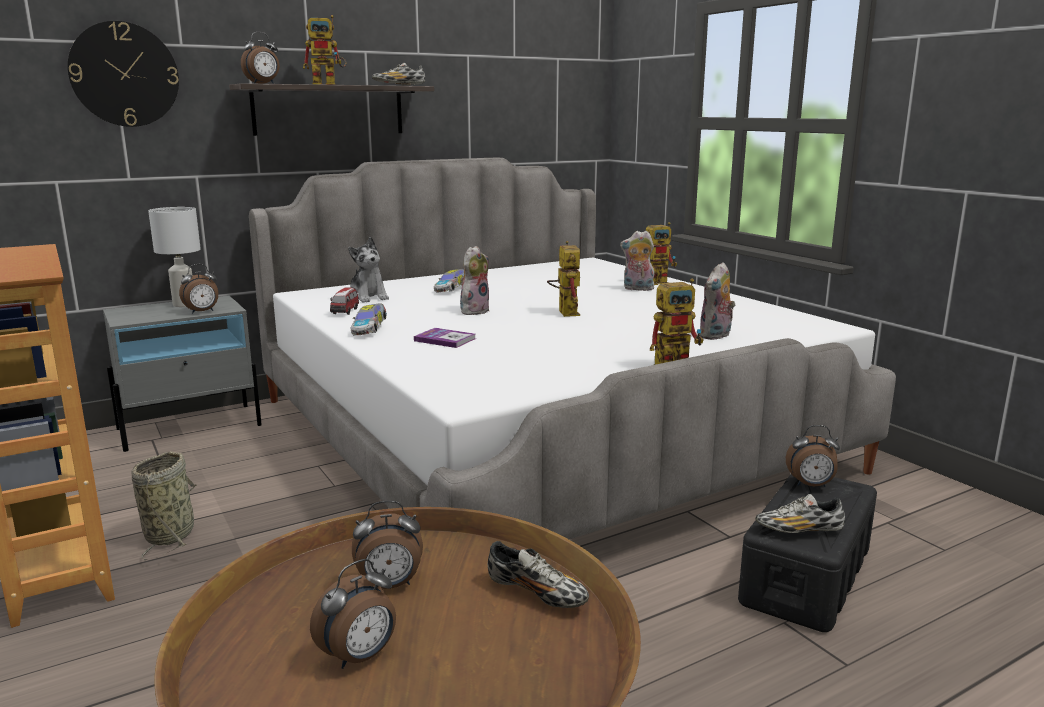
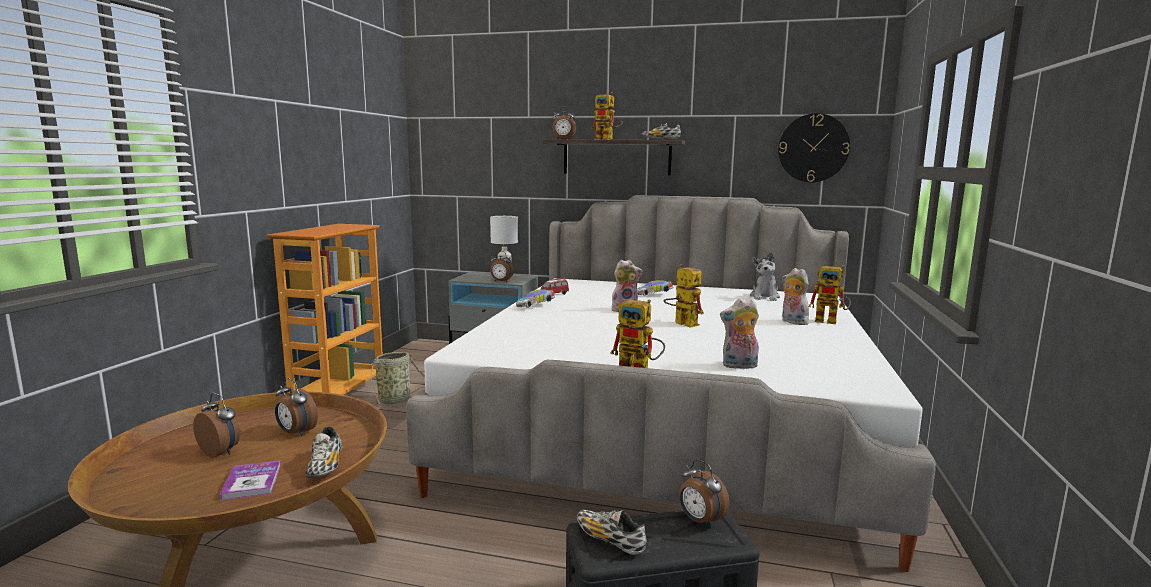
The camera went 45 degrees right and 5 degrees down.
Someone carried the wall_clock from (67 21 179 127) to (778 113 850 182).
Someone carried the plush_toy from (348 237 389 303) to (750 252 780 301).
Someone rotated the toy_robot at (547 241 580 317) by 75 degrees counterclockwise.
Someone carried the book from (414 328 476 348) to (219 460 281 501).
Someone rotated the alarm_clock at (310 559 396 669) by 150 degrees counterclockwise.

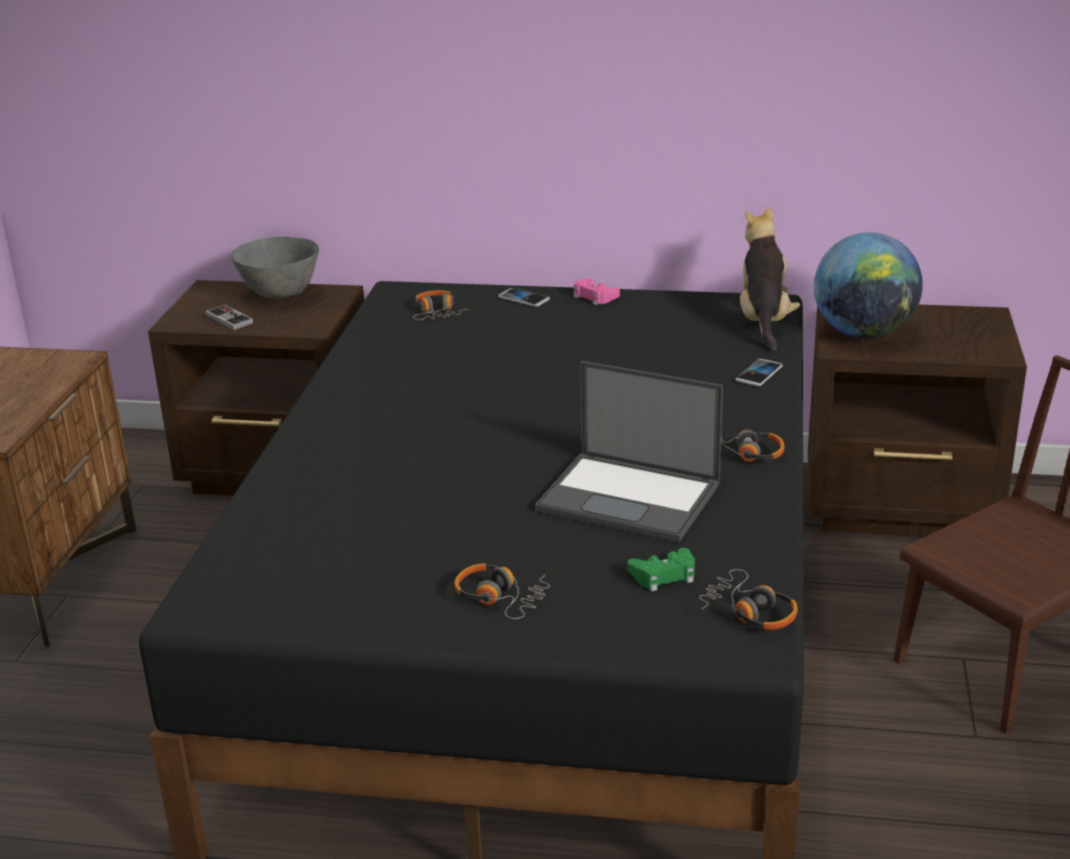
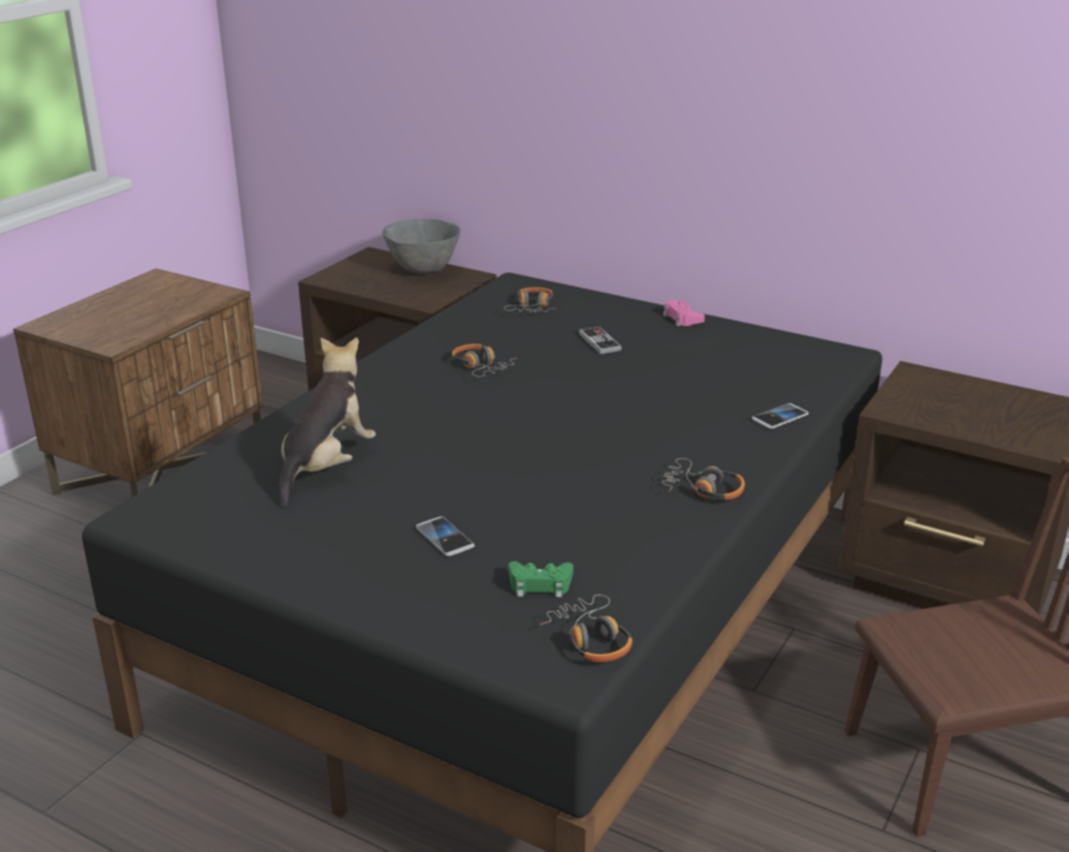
The camera went 20 degrees right and 0 degrees up.
Someone carried the plush_toy from (740 207 800 351) to (279 338 376 507).
Someone took away the globe at (814 232 923 339).
Someone carried the phone from (498 288 550 307) to (416 517 475 556).
Someone carried the game_controller from (205 305 253 330) to (579 326 622 354).
Someone took away the laptop at (535 361 723 542).
Someone carried the headphones from (454 563 550 619) to (452 344 516 377).

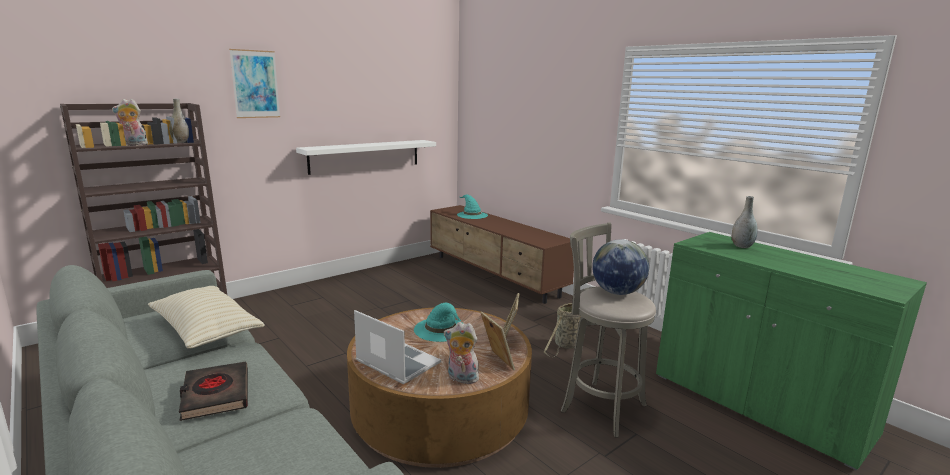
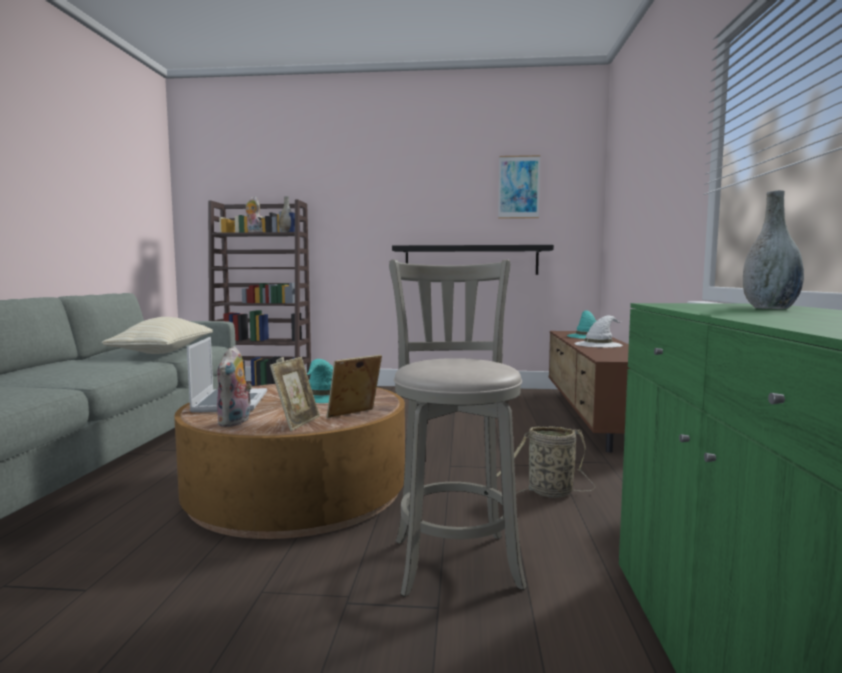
The camera went 45 degrees right and 10 degrees down.
Someone carried the picture from (229 49 280 118) to (498 155 540 219).
Someone repainted the white_shelf at (296 140 436 175), which became the black_shelf at (392 245 554 275).
Someone took away the globe at (592 239 649 295).
Someone rotated the plush_toy at (444 322 479 384) by 150 degrees counterclockwise.
Someone took away the black_book at (179 362 248 421).
Someone put down the white_hat at (574 316 623 348).

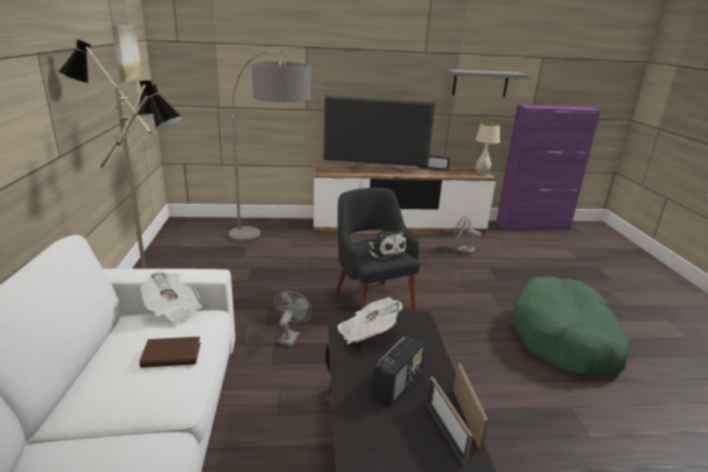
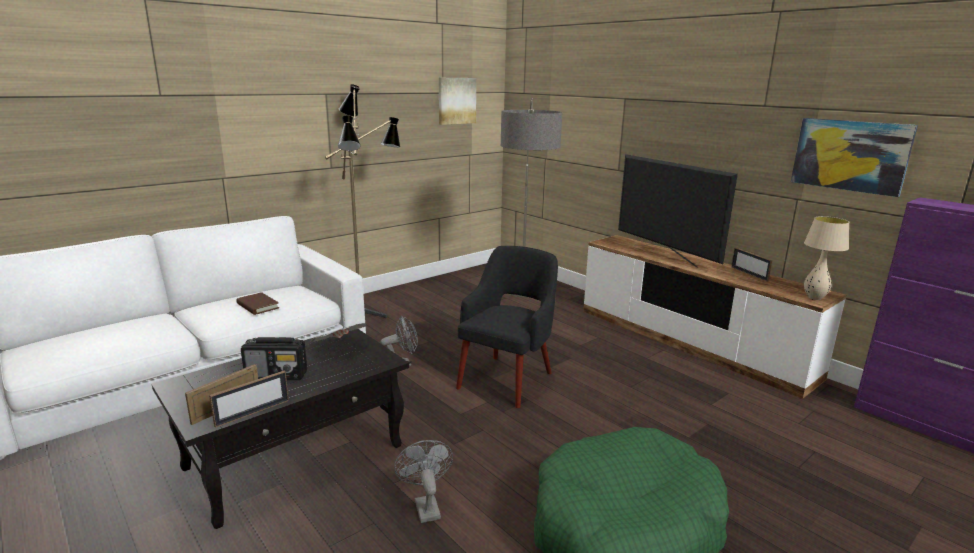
The camera went 55 degrees right and 5 degrees down.
Someone swapped the grey_shelf at (446 69 529 97) for the picture at (791 118 918 197).
Someone carried the grey_fan from (454 216 481 254) to (394 440 453 523).
Someone took away the plush_toy at (368 229 406 260).
Someone took away the newspaper at (140 271 202 325).

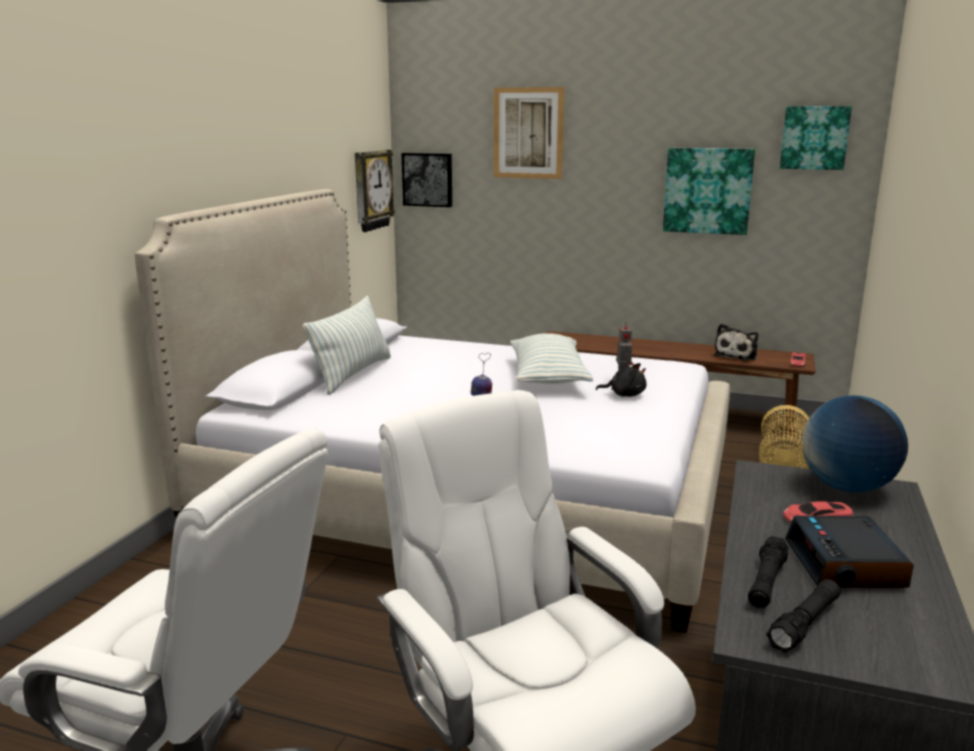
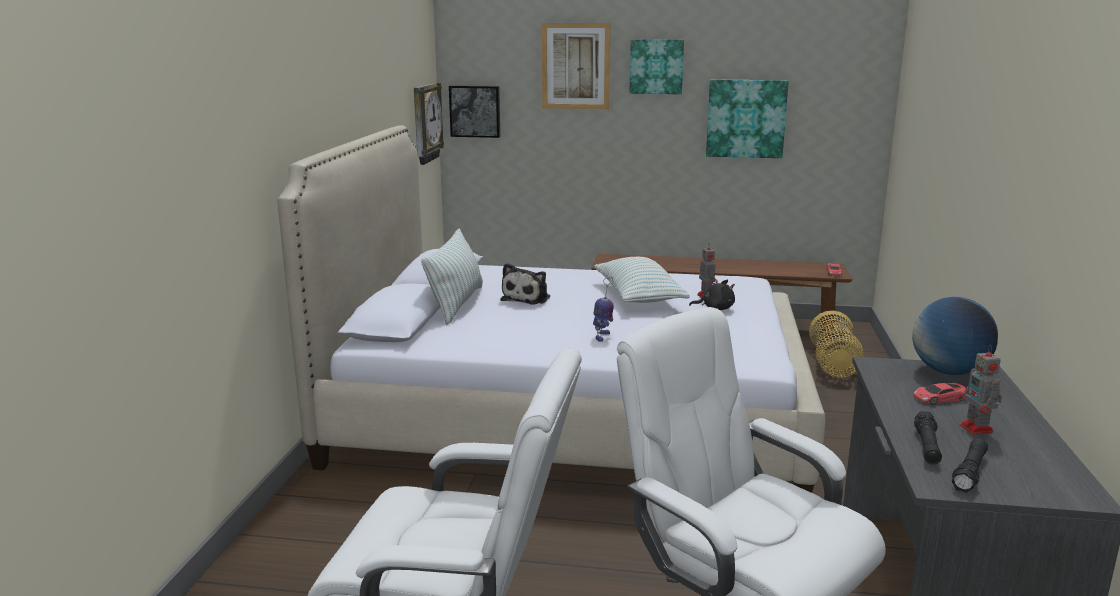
The camera went 10 degrees left and 0 degrees up.
Someone carried the picture from (780 106 852 170) to (629 39 684 94).
Someone carried the plush_toy from (714 324 758 361) to (501 263 550 305).
Someone swapped the alarm_clock at (785 516 914 588) for the toy_robot at (960 345 1002 434).

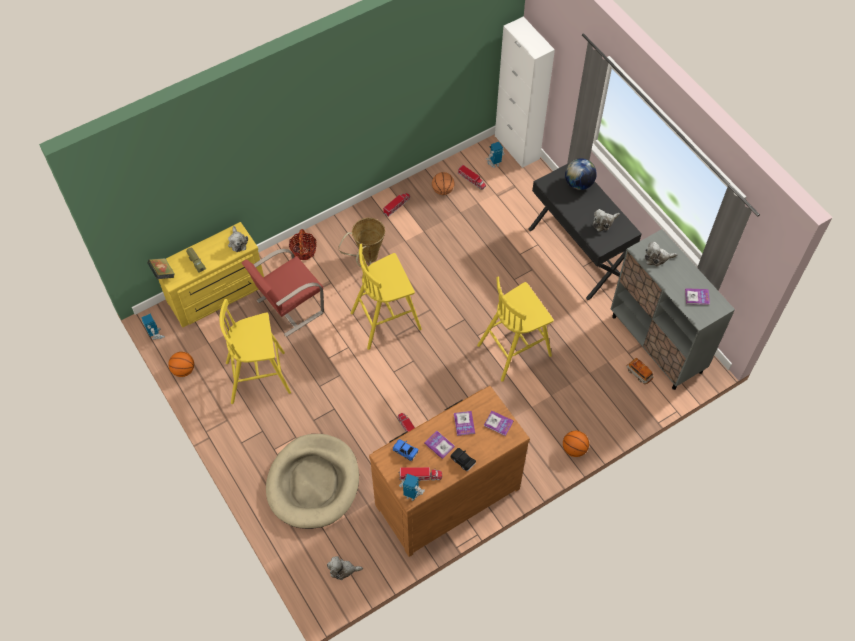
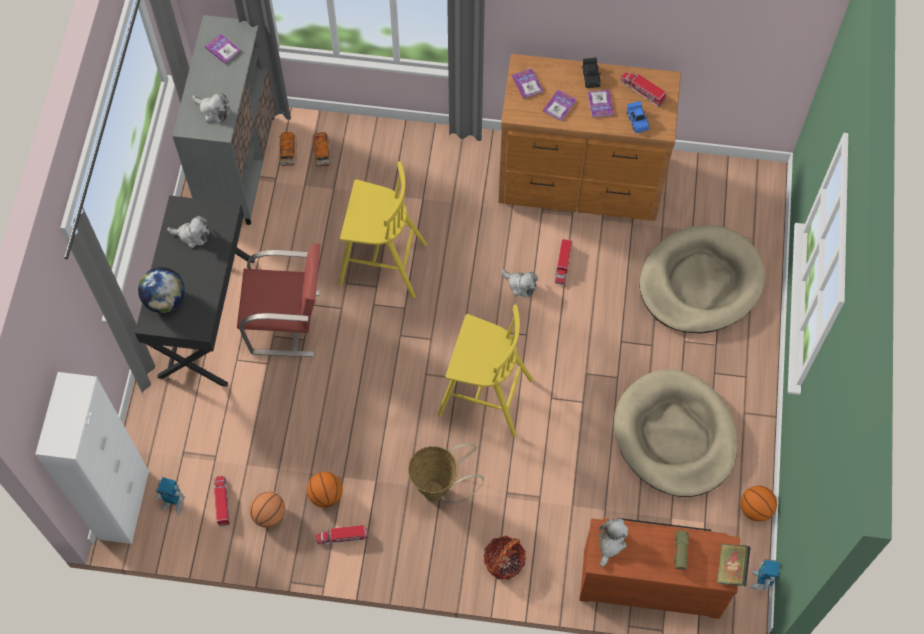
The camera went 140 degrees left and 5 degrees up.
Someone repainted the yellow_dresser at (158 222 264 327), which became the brown_dresser at (579 518 740 619).
Someone carried the red_chair from (242 249 324 337) to (237 243 321 357).
Someone swapped the yellow_stool at (219 299 291 404) for the beige_dog_bed at (614 369 738 497).
Someone carried the basketball from (563 431 589 457) to (307 472 343 508).
Someone took away the toy_robot at (399 474 425 501).
Someone carried the plush_toy from (327 556 363 580) to (502 269 538 297).
Someone put down the toy_car at (312 132 332 167).

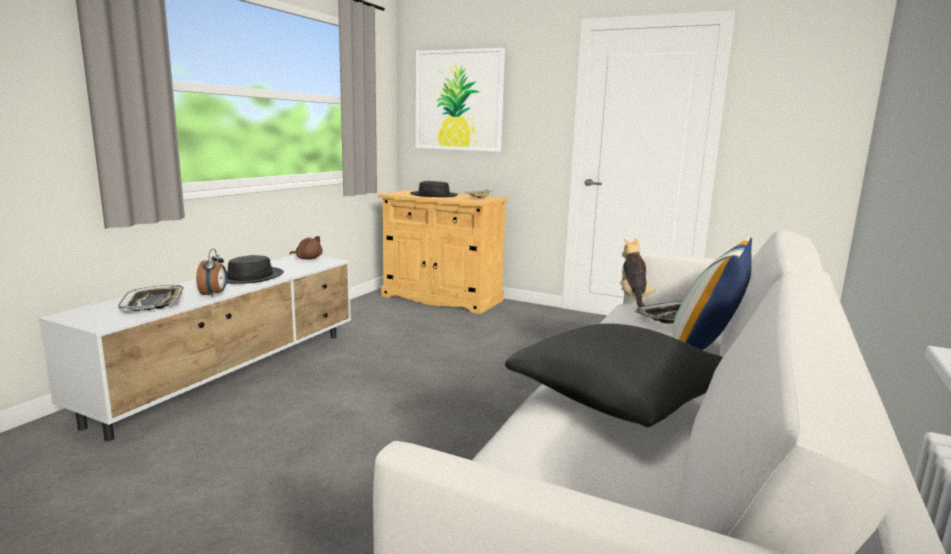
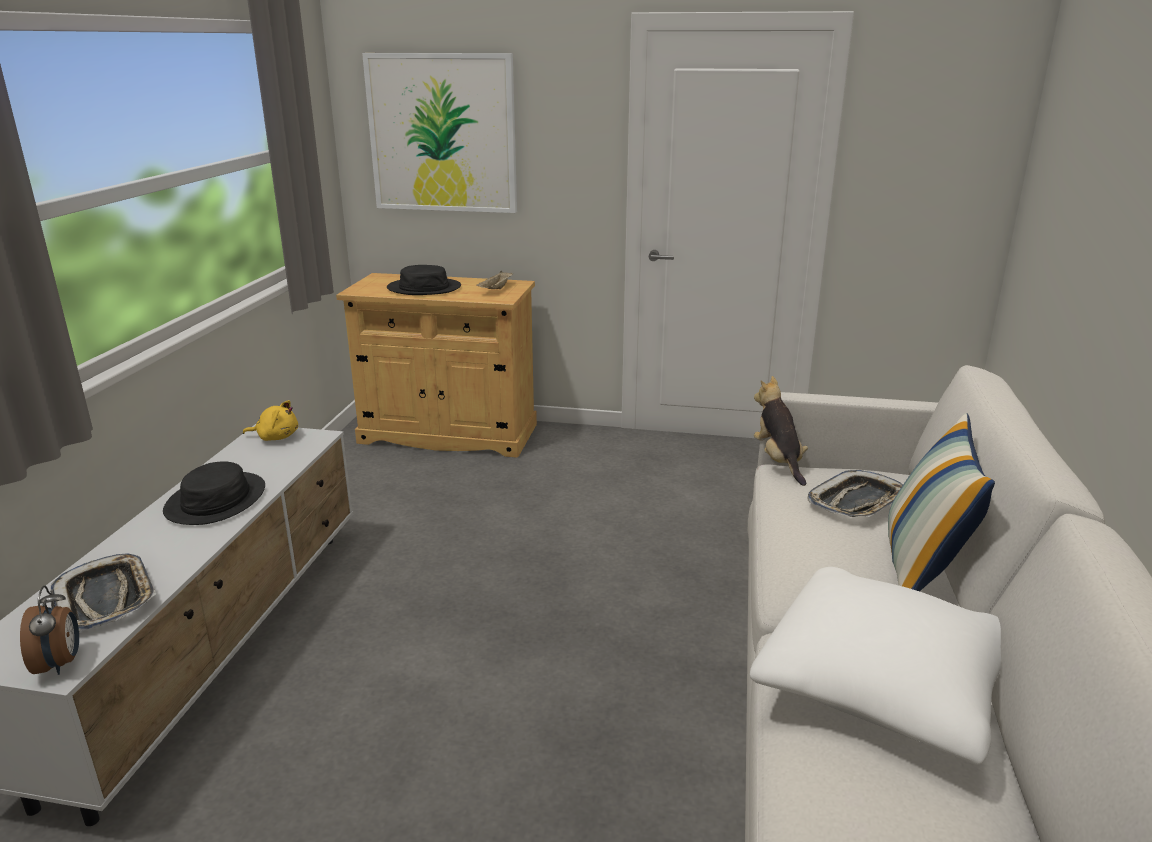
The camera went 15 degrees left and 10 degrees up.
Someone repainted the brown_plush_toy at (289 236 323 260), which became the yellow_plush_toy at (243 400 298 441).
Someone carried the alarm_clock from (196 249 227 297) to (20 586 79 675).
Someone repainted the black_pillow at (505 323 723 427), which became the white_pillow at (750 567 1001 765).

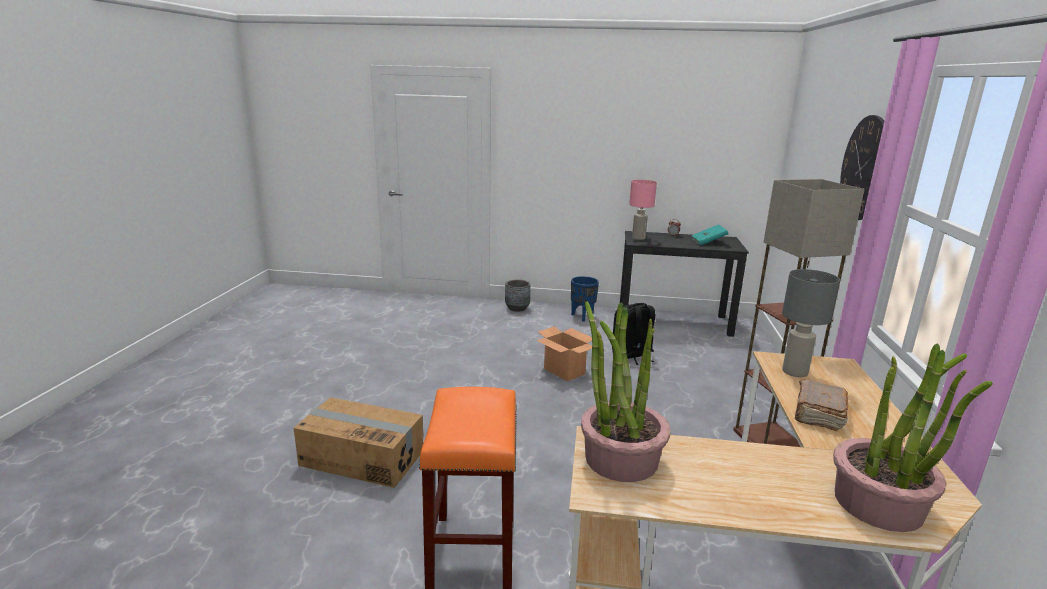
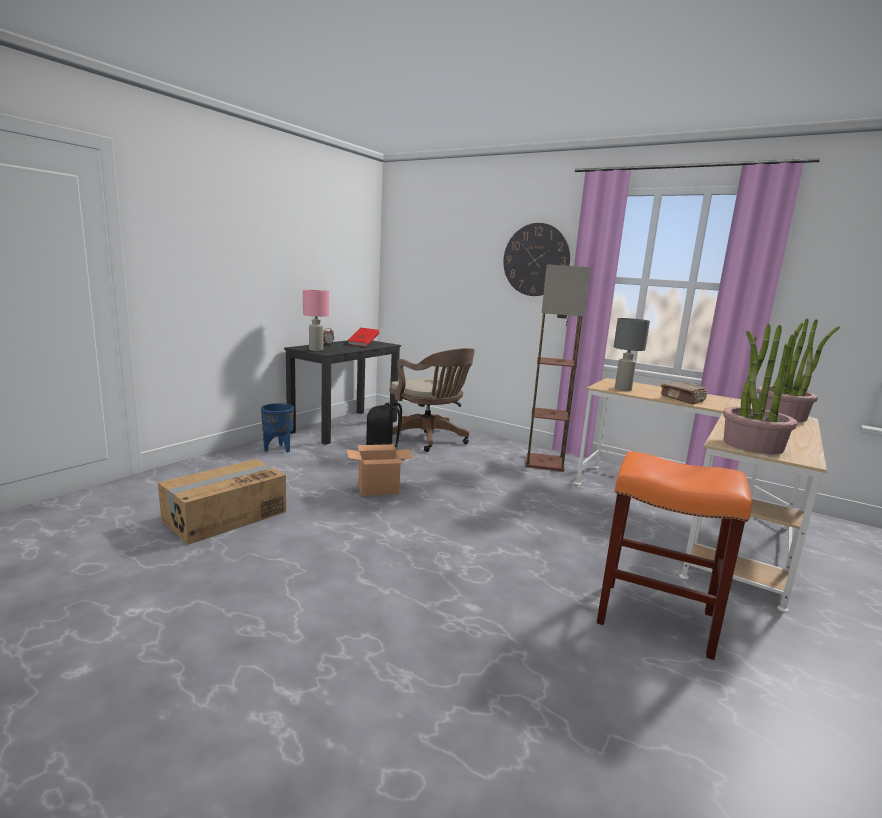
The camera went 65 degrees left and 5 degrees down.
Someone repainted the turquoise_book at (691 224 728 246), which became the red_book at (348 328 380 347).
Someone took away the grey_planter at (505 280 531 311).
Someone carried the cardboard_box from (293 397 423 488) to (158 459 286 545).
Someone put down the brown_office_chair at (389 348 475 452).

